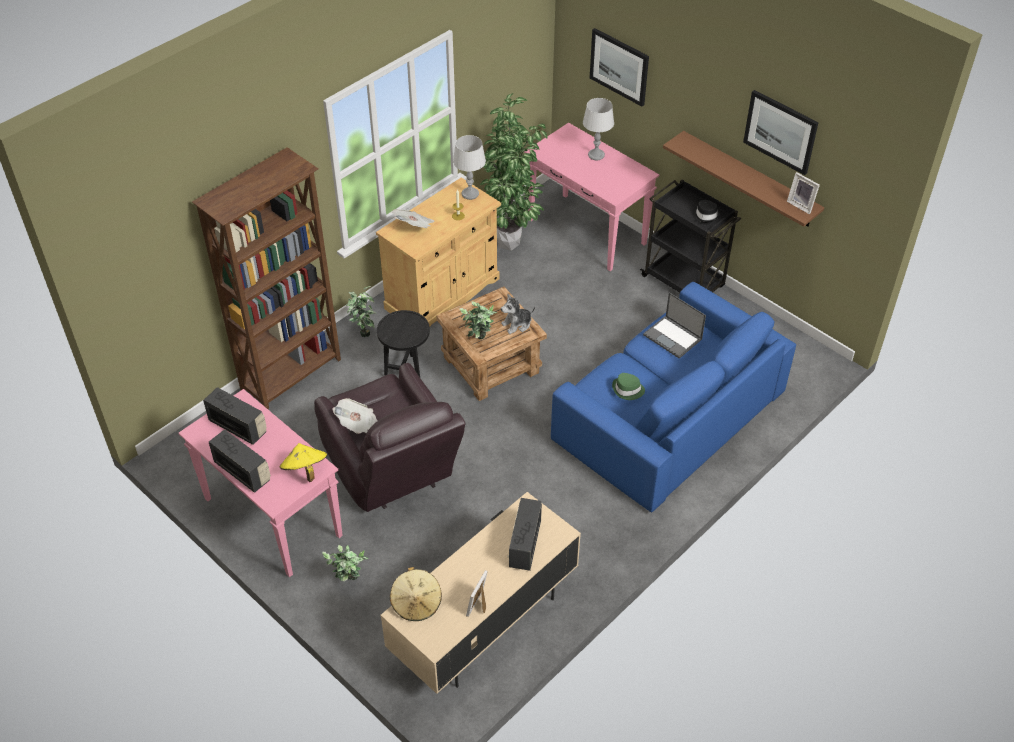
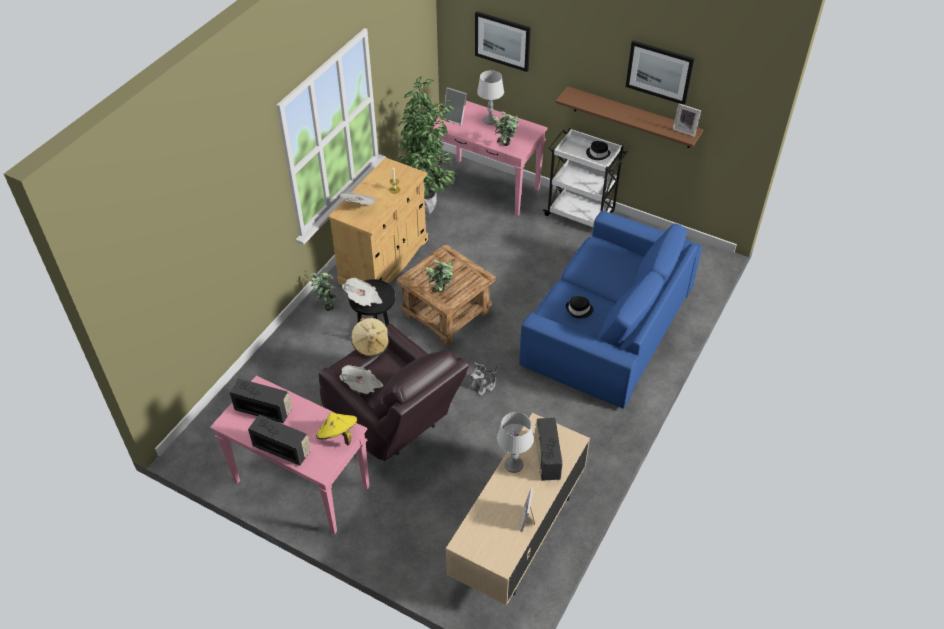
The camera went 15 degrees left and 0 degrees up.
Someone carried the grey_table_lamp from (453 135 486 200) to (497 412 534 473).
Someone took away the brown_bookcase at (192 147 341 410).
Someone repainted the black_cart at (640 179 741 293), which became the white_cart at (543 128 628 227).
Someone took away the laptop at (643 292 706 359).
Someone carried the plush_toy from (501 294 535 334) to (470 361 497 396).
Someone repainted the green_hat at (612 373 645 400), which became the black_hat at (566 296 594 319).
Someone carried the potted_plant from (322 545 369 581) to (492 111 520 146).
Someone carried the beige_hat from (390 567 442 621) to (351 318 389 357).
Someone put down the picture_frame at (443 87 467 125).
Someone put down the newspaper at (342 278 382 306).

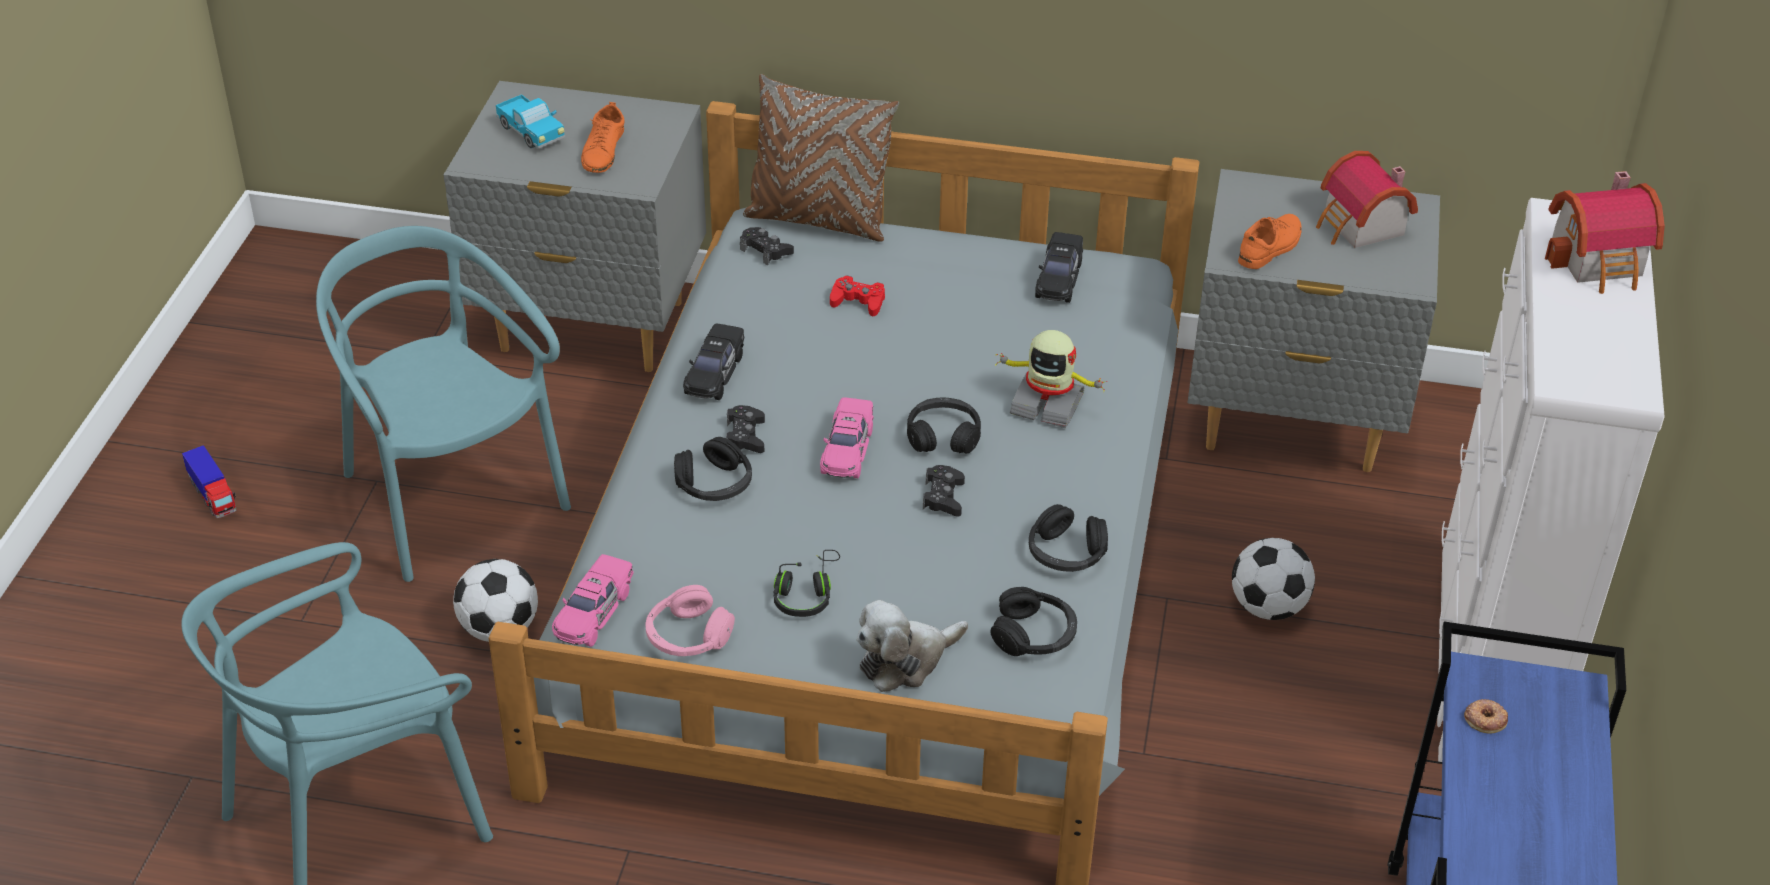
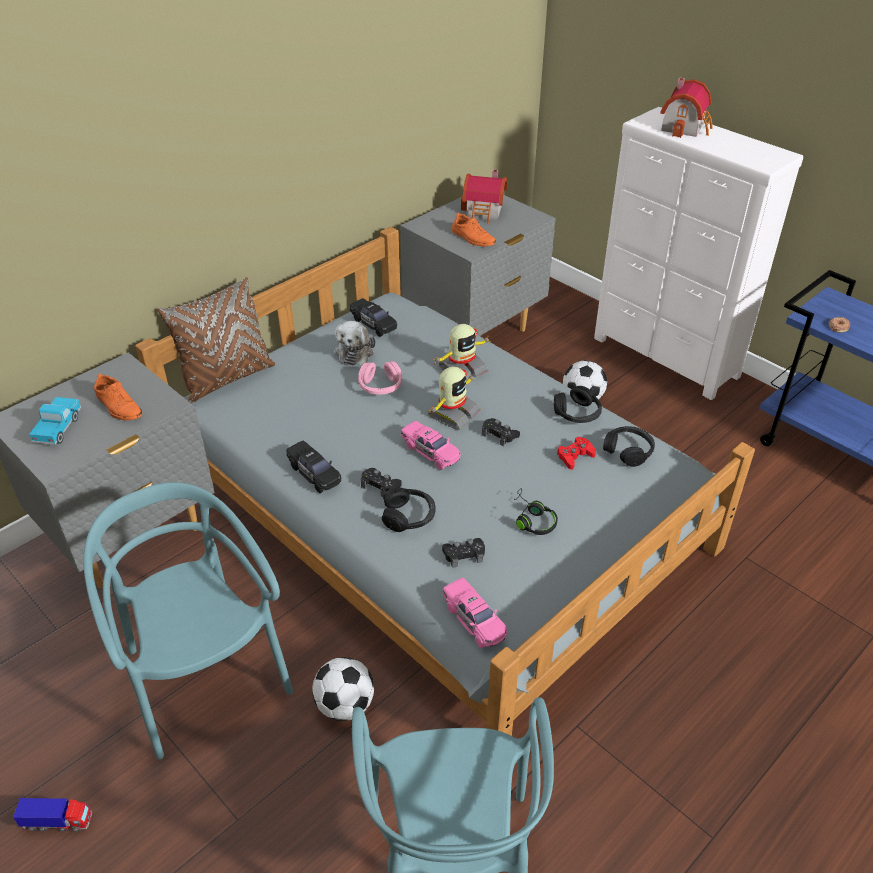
The camera went 55 degrees left and 0 degrees up.
Someone rotated the toy_truck at (496 94 565 149) by 75 degrees counterclockwise.
Someone rotated the orange_shoe at (1238 214 1302 269) by 150 degrees clockwise.
Someone rotated the turquoise_chair at (316 226 571 582) by 60 degrees clockwise.
Someone carried the black_game_controller from (740 227 794 265) to (442 538 485 568).
Someone carried the red_game_controller from (830 275 885 316) to (557 437 596 470).
Someone swapped the black_headphones at (907 397 981 454) for the toy_robot at (428 367 481 430).
Someone carried the pink_headphones from (645 585 735 656) to (358 361 402 394).
Someone carried the plush_toy from (857 600 968 692) to (334 321 375 365).

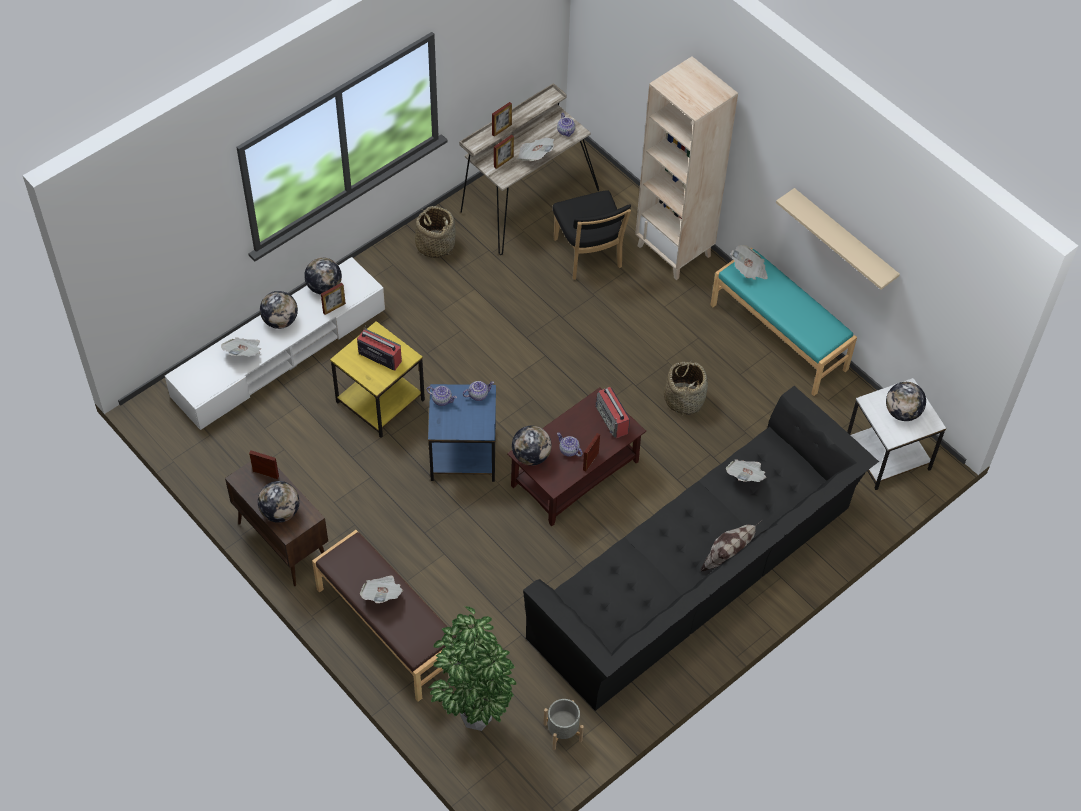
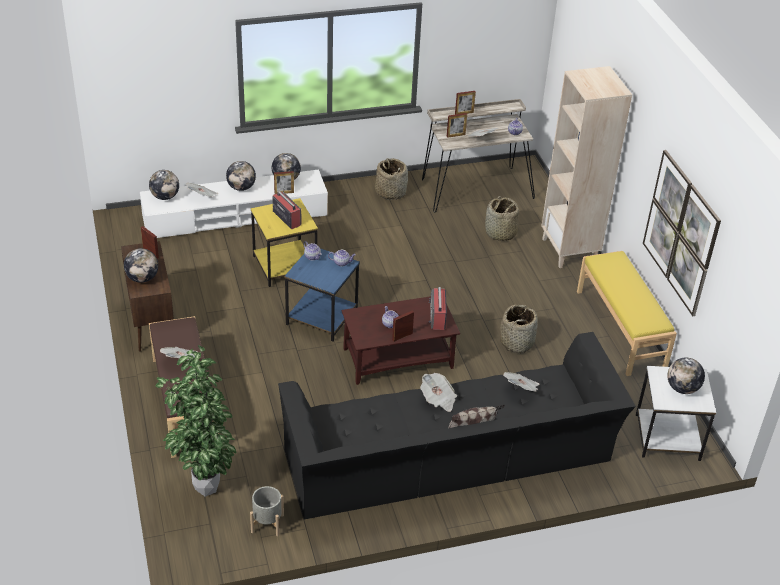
The camera went 25 degrees right and 15 degrees down.
Someone swapped the beige_shelf at (776 188 900 290) for the picture at (643 150 721 316).
Someone swapped the black_chair at (553 190 631 280) for the basket at (485 196 519 241).
Someone carried the newspaper from (731 245 768 280) to (420 373 457 412).
Someone repainted the turquoise_bench at (710 248 857 396), which became the yellow_bench at (577 251 677 376).
Someone carried the globe from (512 426 552 466) to (149 170 179 200).

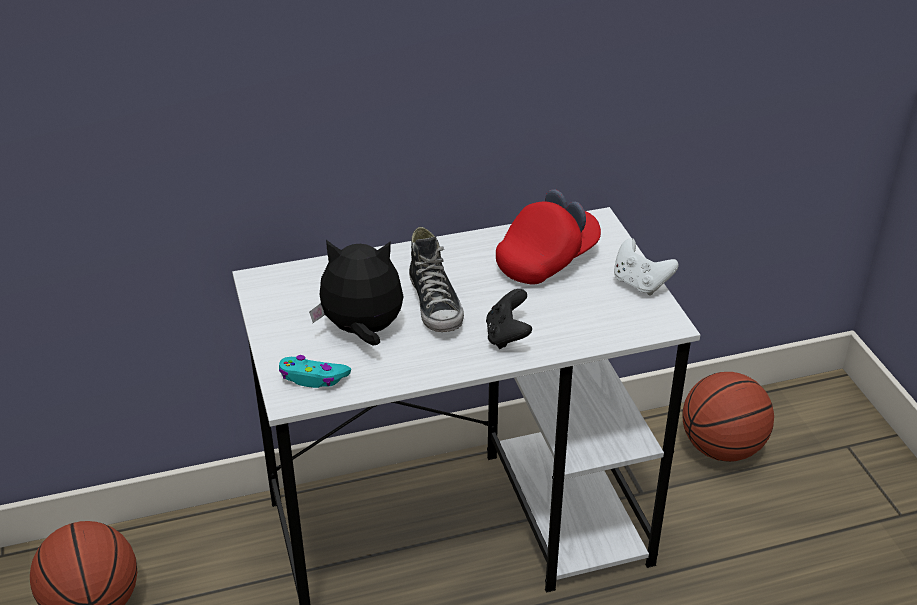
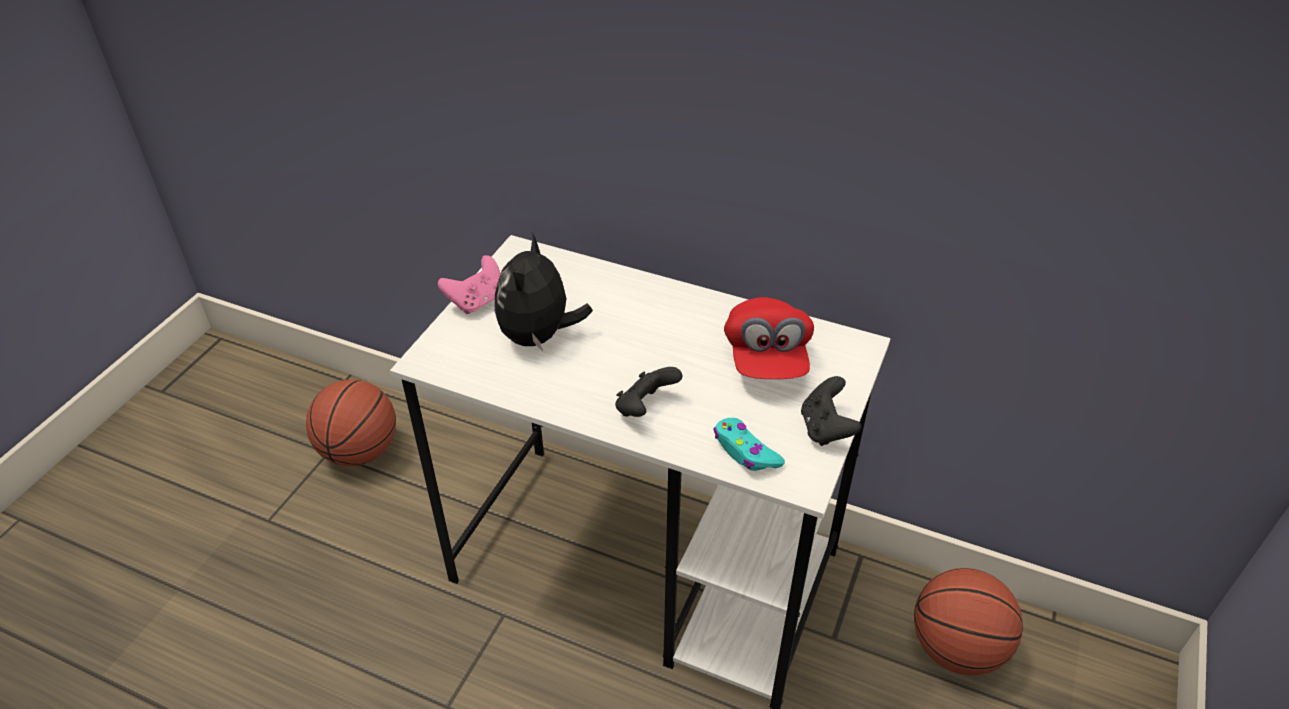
The camera went 40 degrees right and 5 degrees up.
Someone rotated the red_cap at (496 189 601 285) by 90 degrees clockwise.
Someone took away the shoe at (409 227 464 332).
Someone repainted the white_game_controller at (614 238 679 296), which became the black_game_controller at (801 376 861 446).
Someone rotated the plush_toy at (309 240 404 346) by 120 degrees counterclockwise.
Someone carried the turquoise_game_controller from (279 355 351 388) to (713 418 785 471).
Someone put down the pink_game_controller at (438 255 501 314).

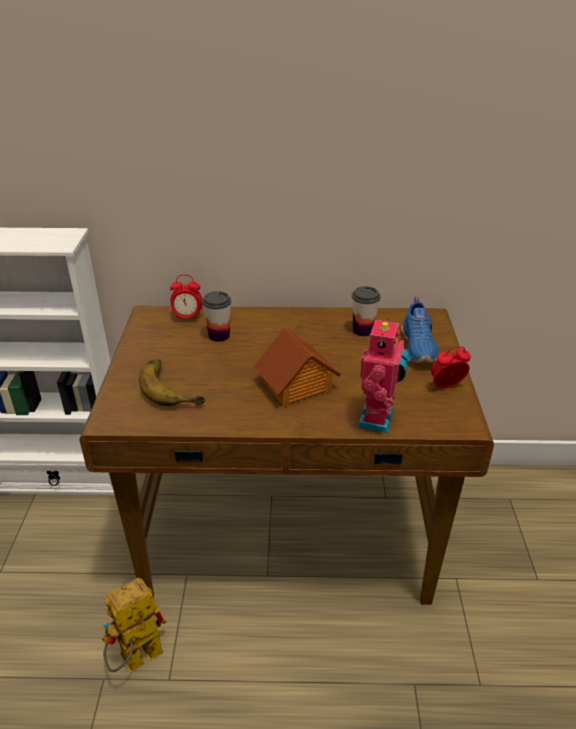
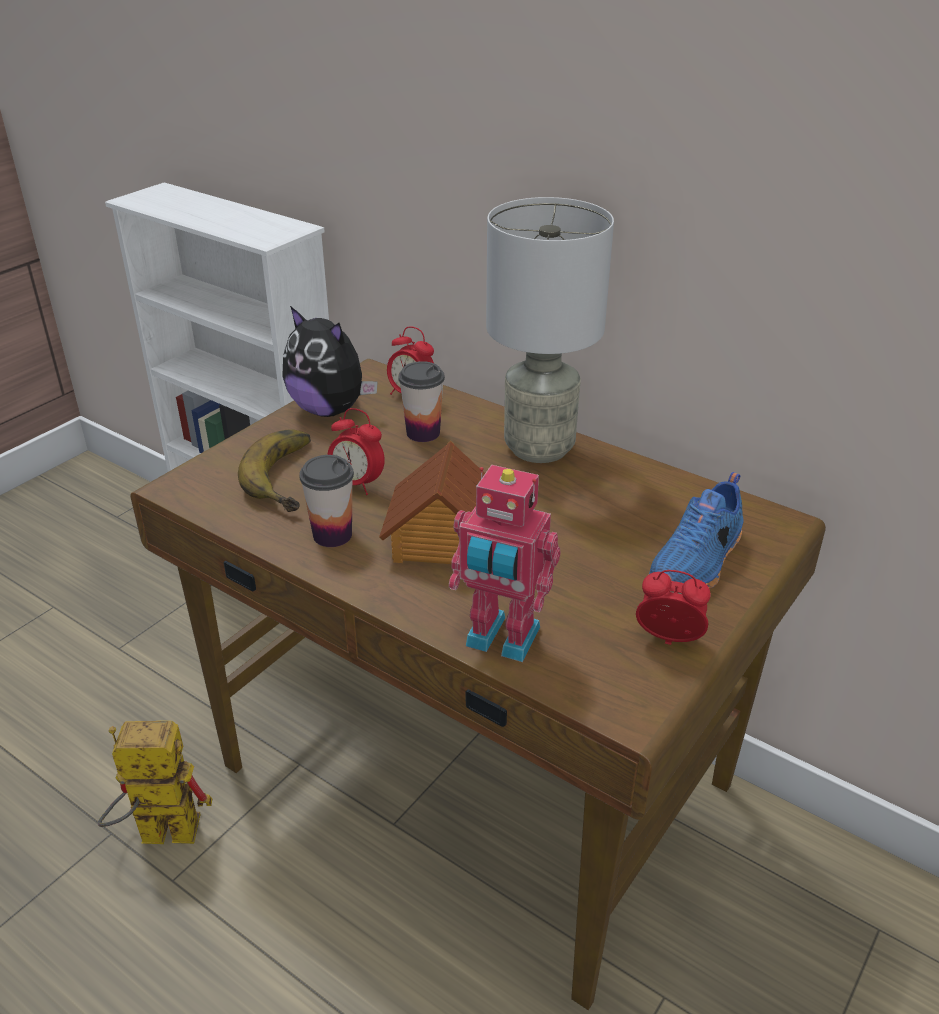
The camera went 35 degrees right and 0 degrees up.
Someone carried the cup from (352 286 381 336) to (299 455 354 547).
Someone rotated the toy_robot at (357 317 410 433) by 60 degrees clockwise.
Someone put down the grey_table_lamp at (486 197 614 463).
Someone put down the plush_toy at (282 306 378 417).
Someone put down the alarm_clock at (327 408 385 495).

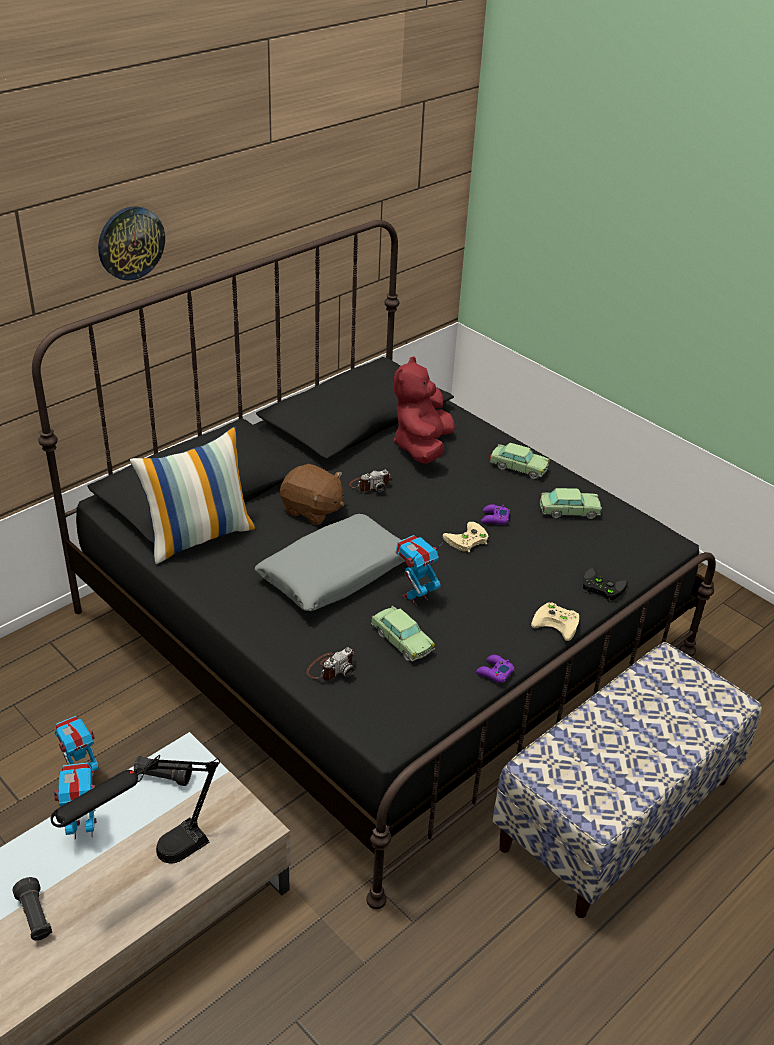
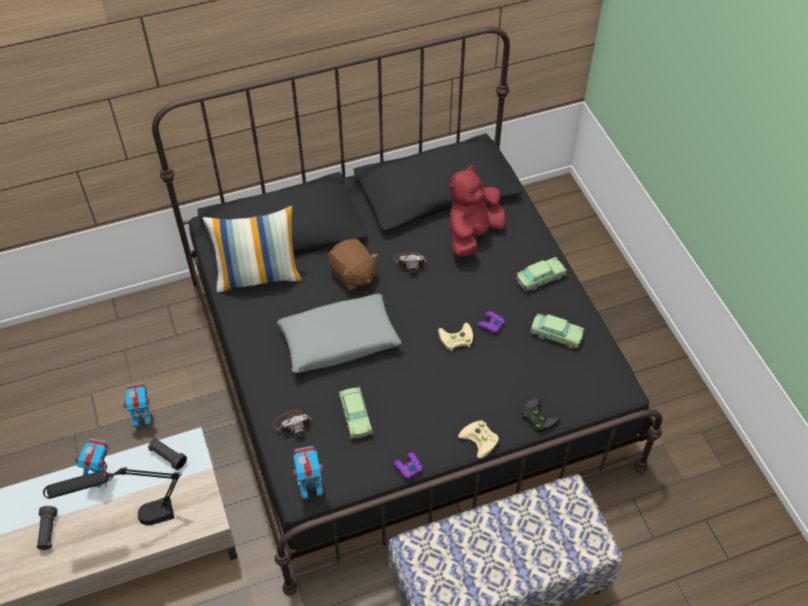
The camera went 25 degrees right and 15 degrees up.
Someone took away the wall_clock at (98 206 165 281).
Someone rotated the toy_car at (490 443 550 479) by 75 degrees counterclockwise.
Someone carried the toy_robot from (396 535 443 605) to (293 446 323 499).

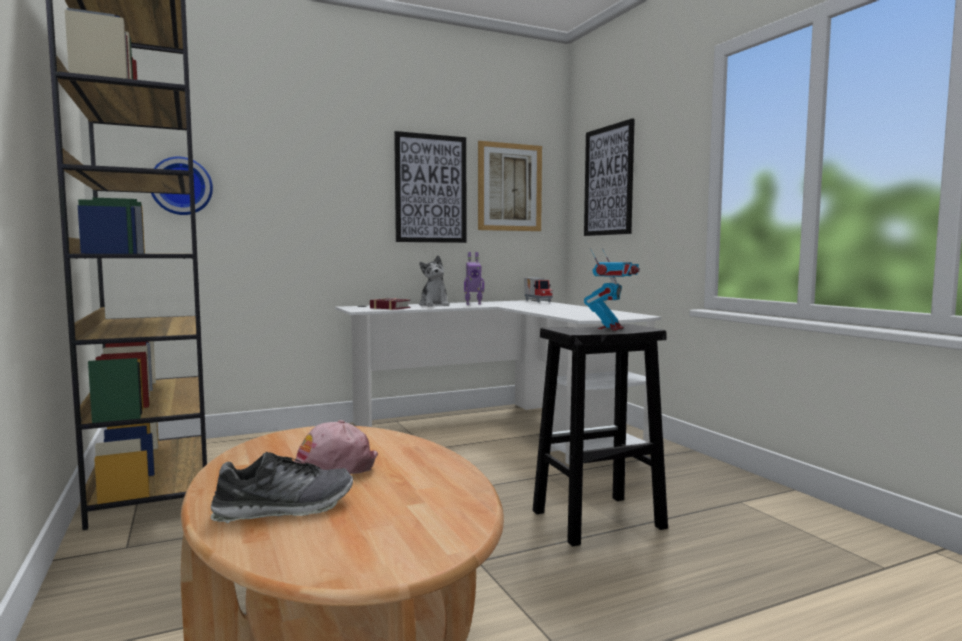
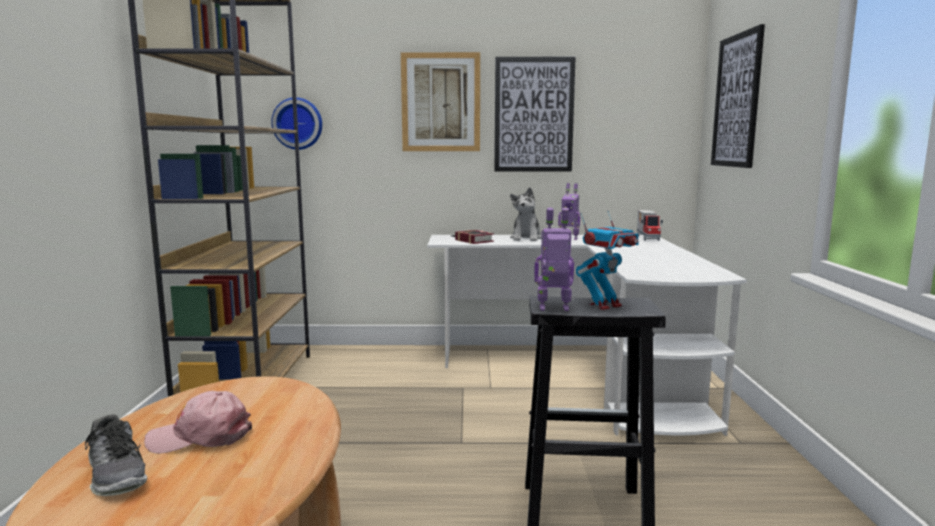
The camera went 25 degrees right and 5 degrees up.
Someone carried the picture from (478 141 542 231) to (401 52 480 151).
Someone rotated the shoe at (211 452 353 523) by 45 degrees clockwise.
Someone put down the toy_robot at (534 208 574 311).

